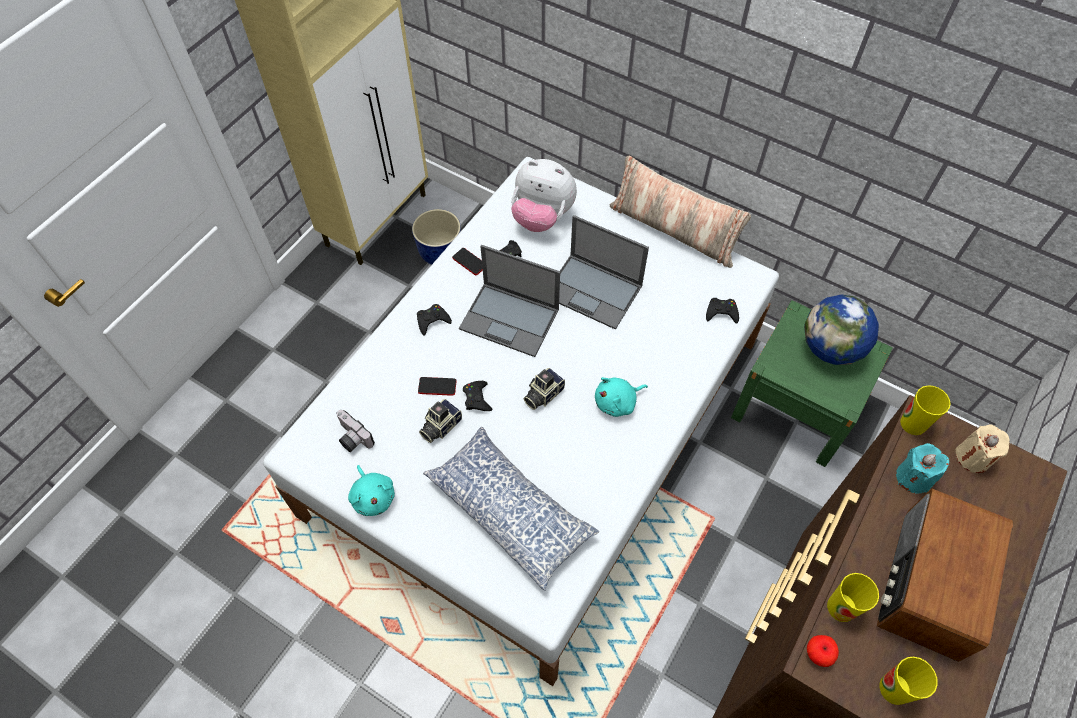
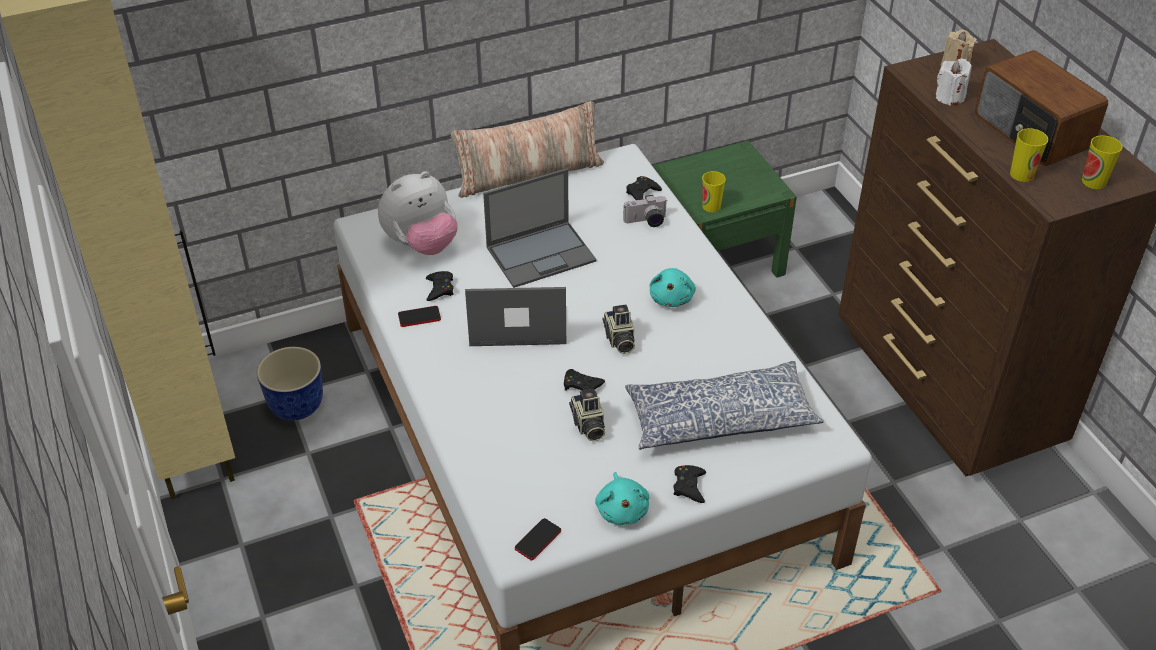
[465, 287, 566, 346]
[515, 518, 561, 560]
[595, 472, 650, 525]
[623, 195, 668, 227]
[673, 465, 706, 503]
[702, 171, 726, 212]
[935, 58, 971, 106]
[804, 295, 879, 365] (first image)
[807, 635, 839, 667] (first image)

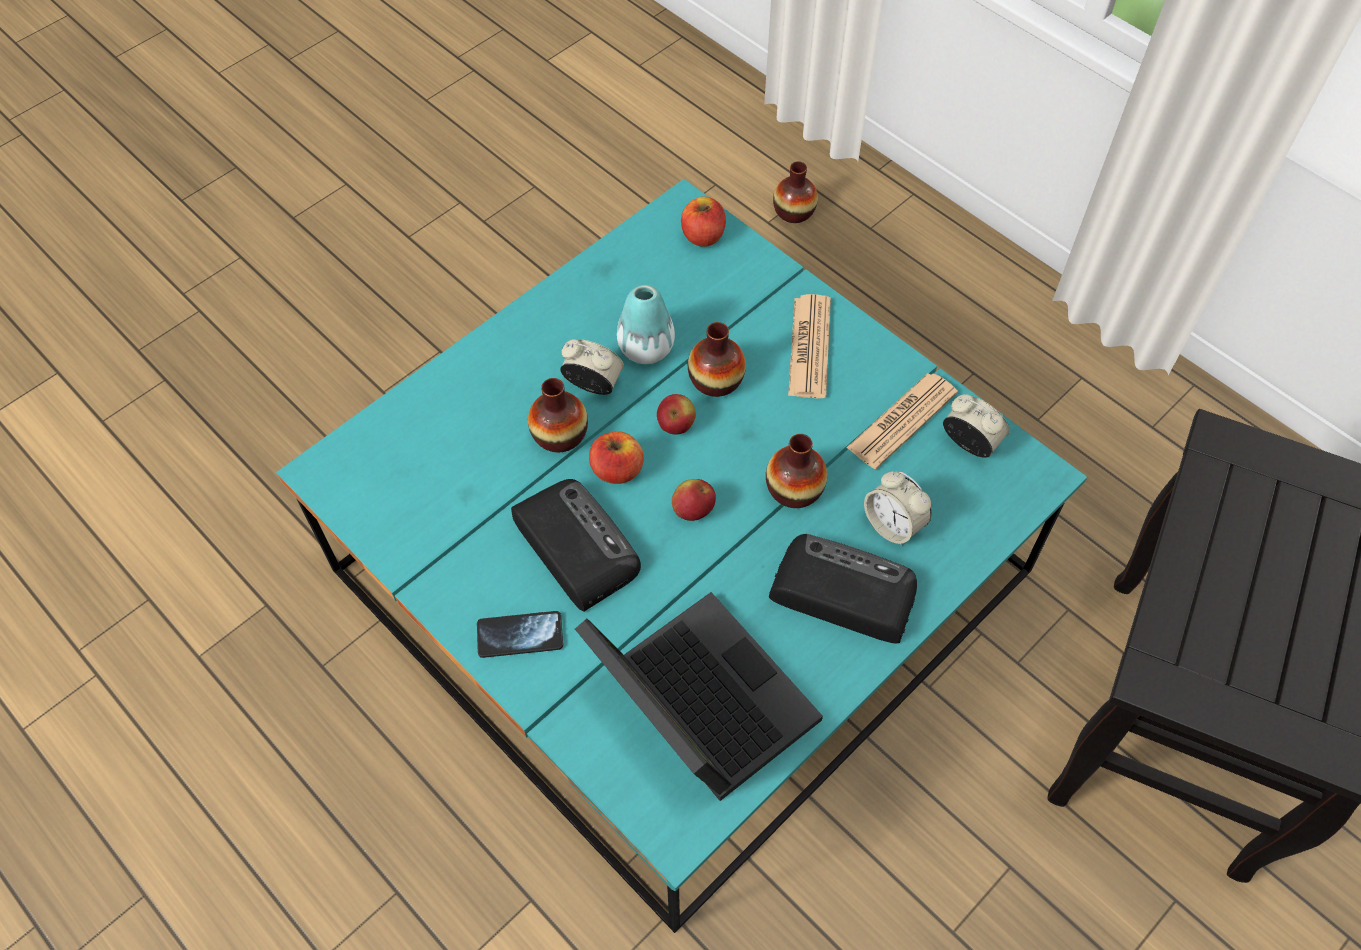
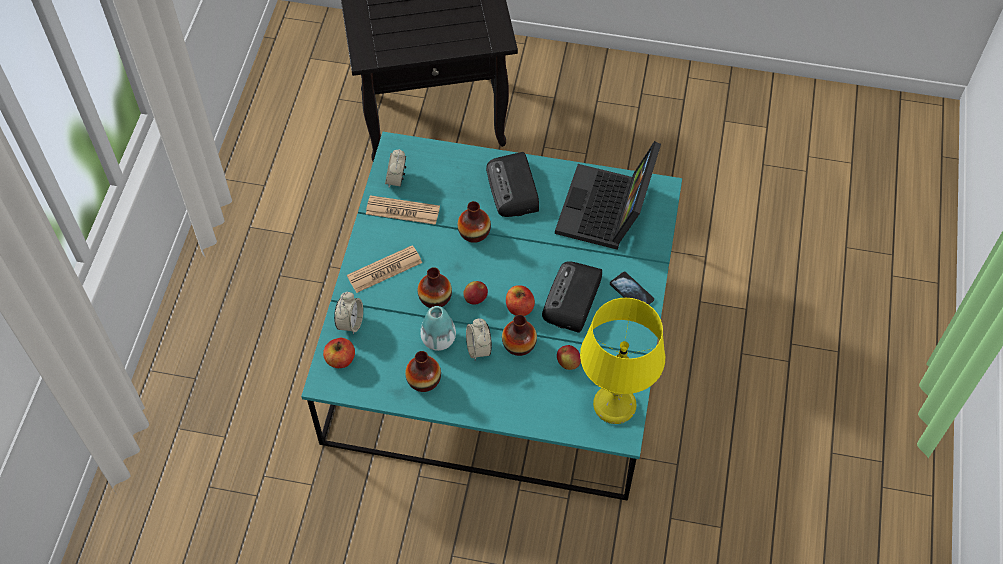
[334, 292, 363, 335]
[405, 351, 441, 392]
[557, 345, 581, 370]
[580, 298, 665, 424]

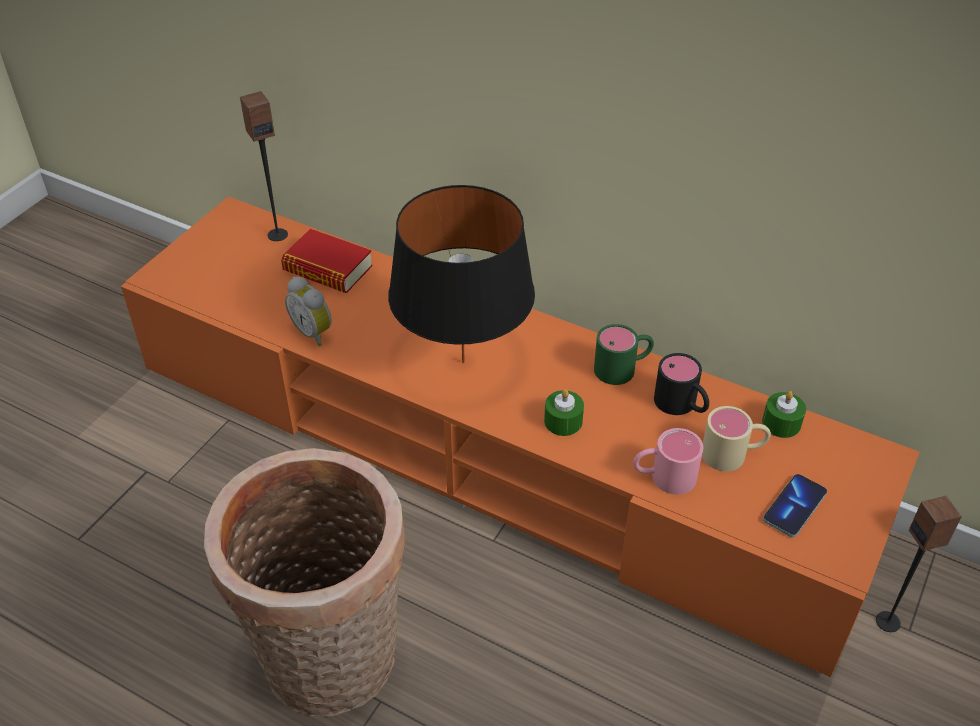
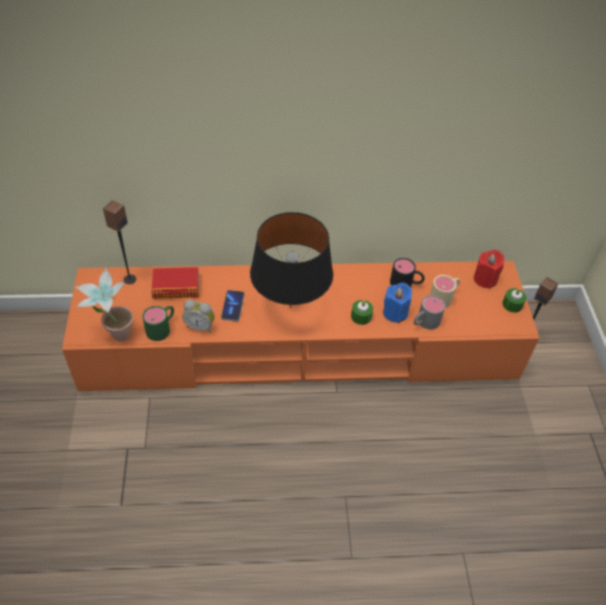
[75, 267, 133, 341]
[142, 306, 174, 341]
[221, 290, 245, 321]
[383, 283, 412, 323]
[414, 295, 445, 329]
[474, 250, 504, 289]
[502, 288, 527, 313]
[204, 448, 406, 716] (first image)

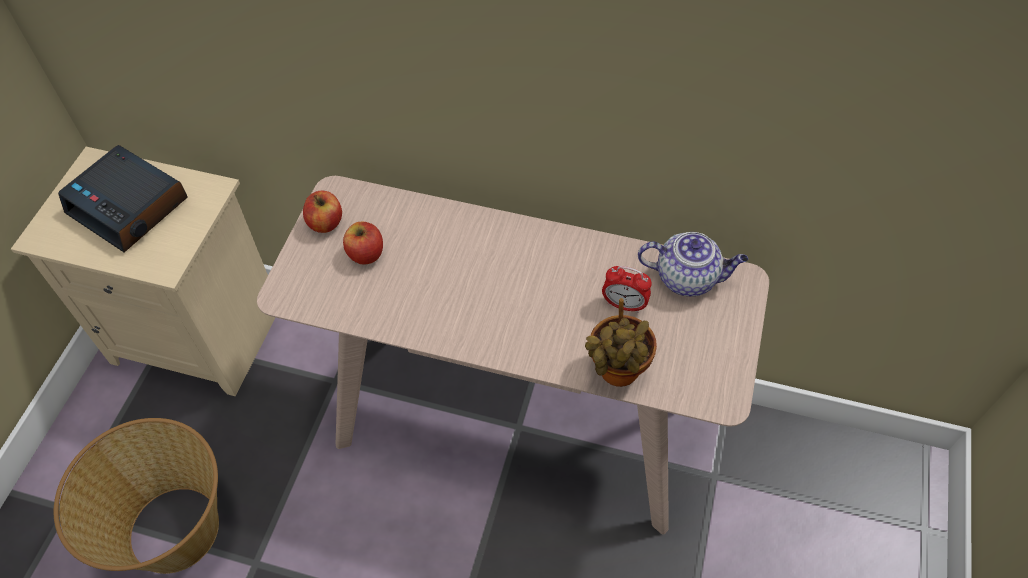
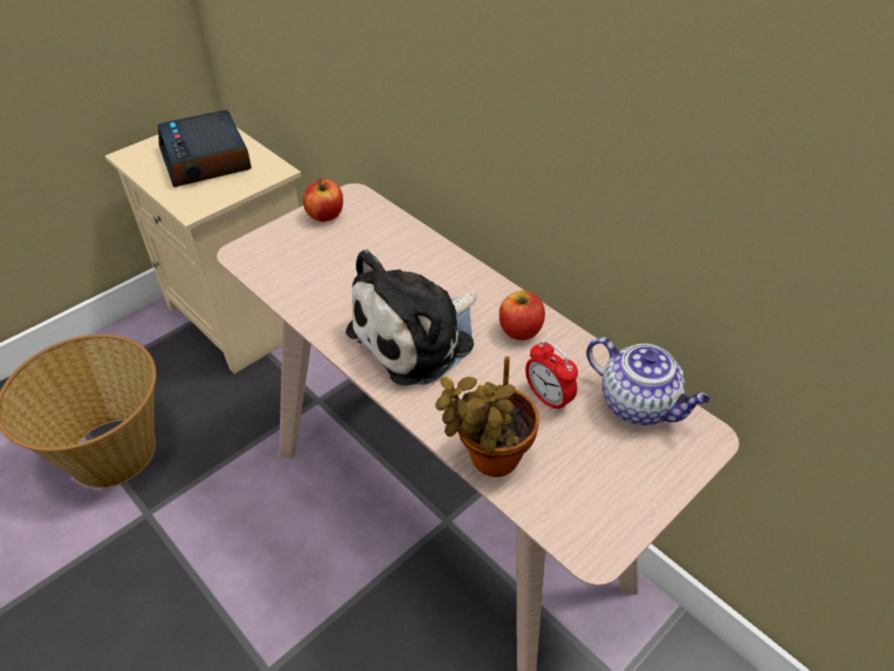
[346, 250, 477, 386]
[499, 291, 545, 340]

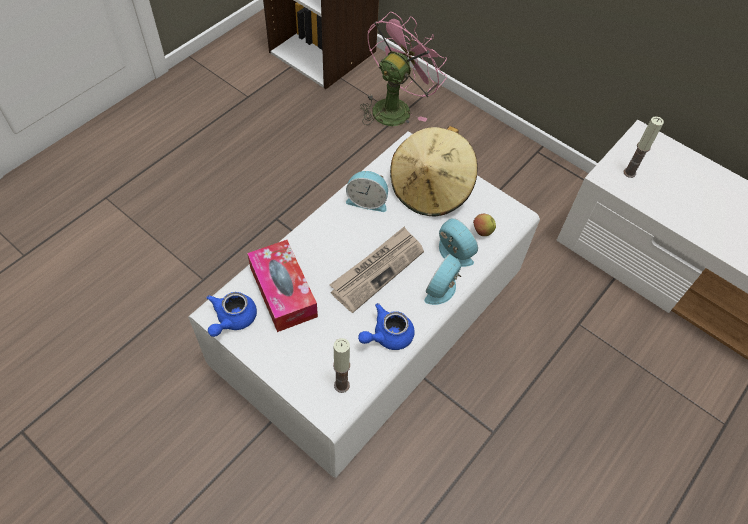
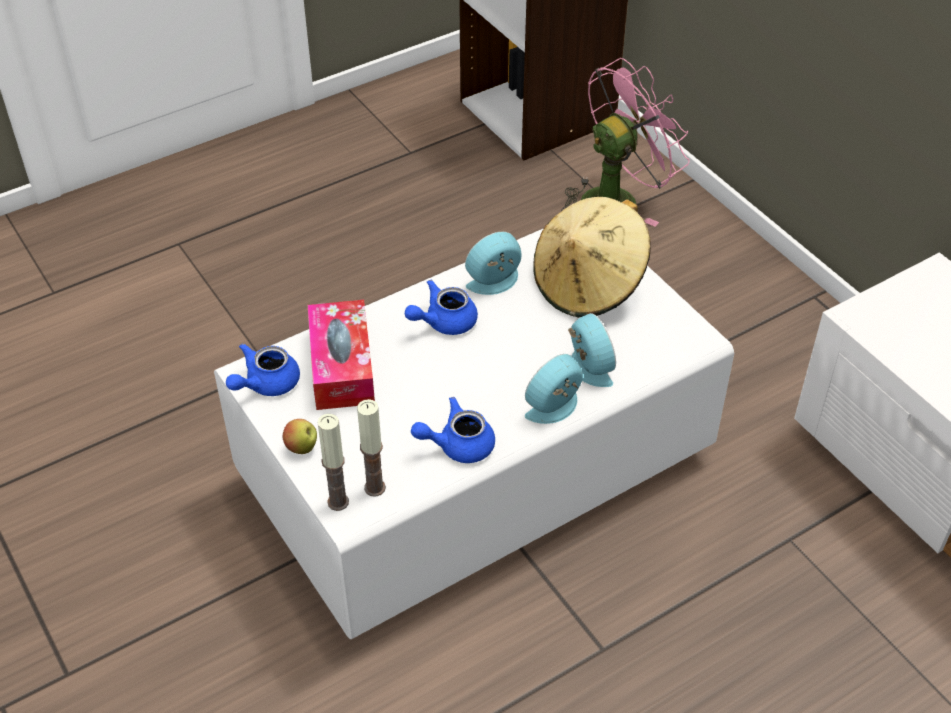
[283, 419, 317, 454]
[317, 414, 349, 511]
[405, 280, 478, 335]
[465, 232, 522, 295]
[330, 227, 424, 313] (first image)

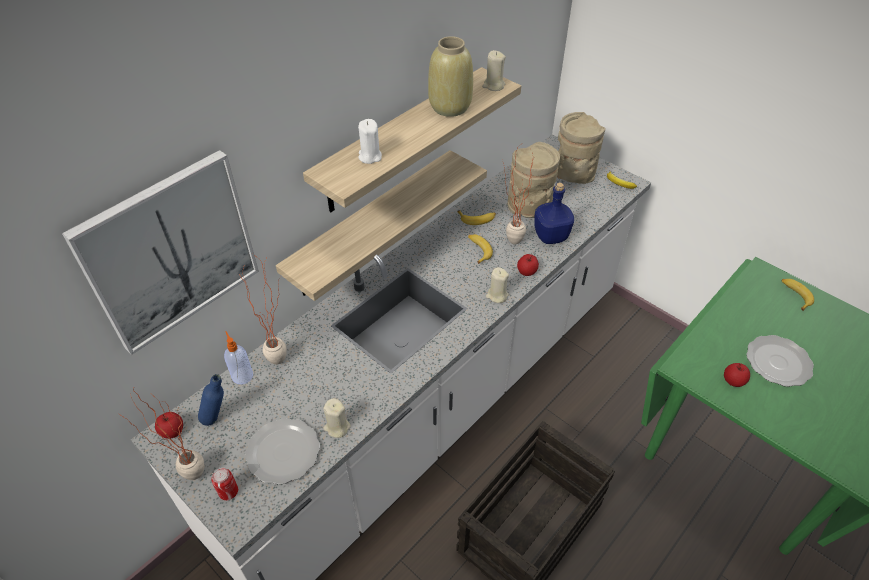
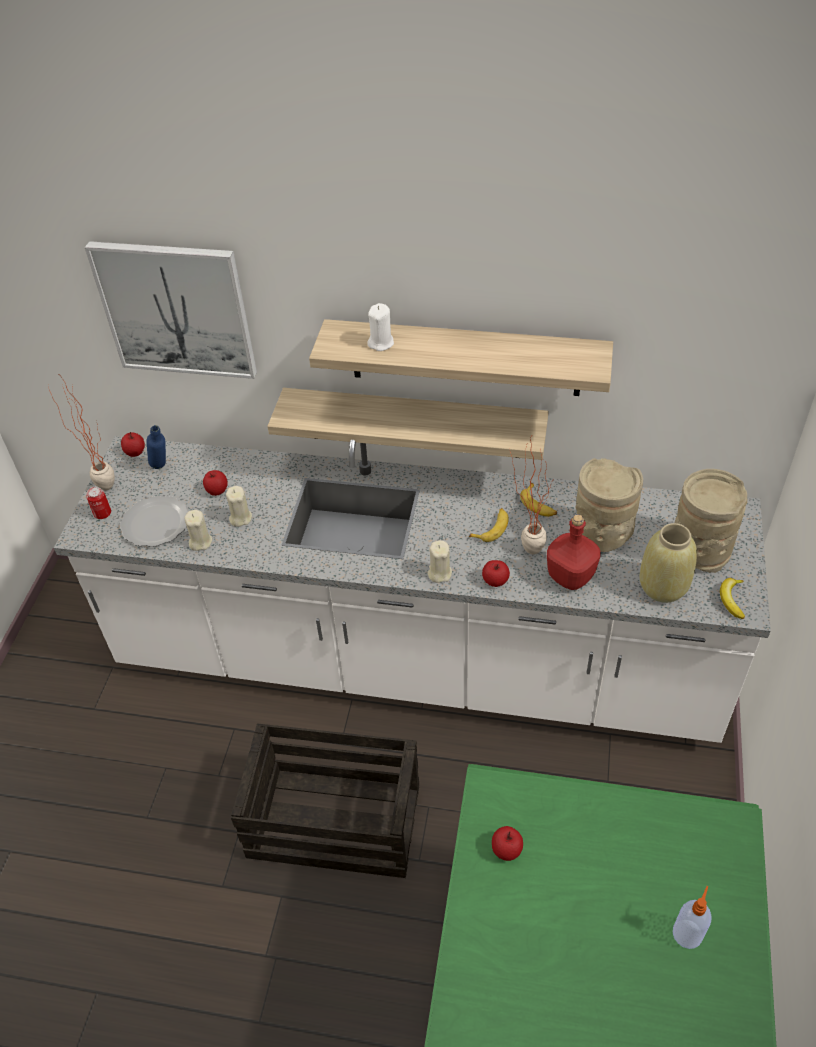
[203, 470, 228, 496]
[226, 486, 252, 527]
[547, 514, 601, 590]
[639, 523, 697, 603]
[673, 886, 712, 949]
[239, 254, 287, 365] (first image)
[746, 335, 814, 387] (first image)
[782, 279, 814, 311] (first image)

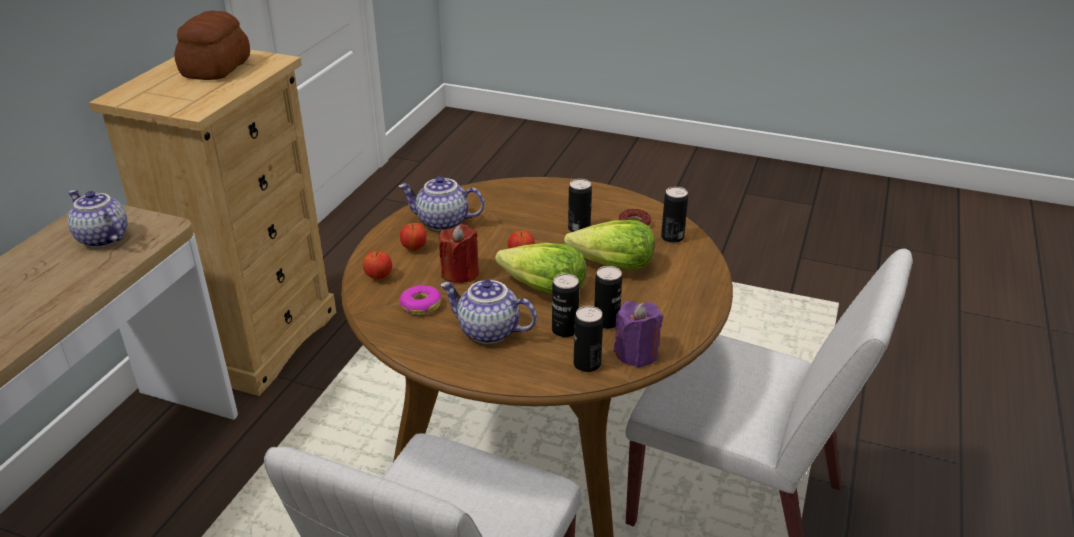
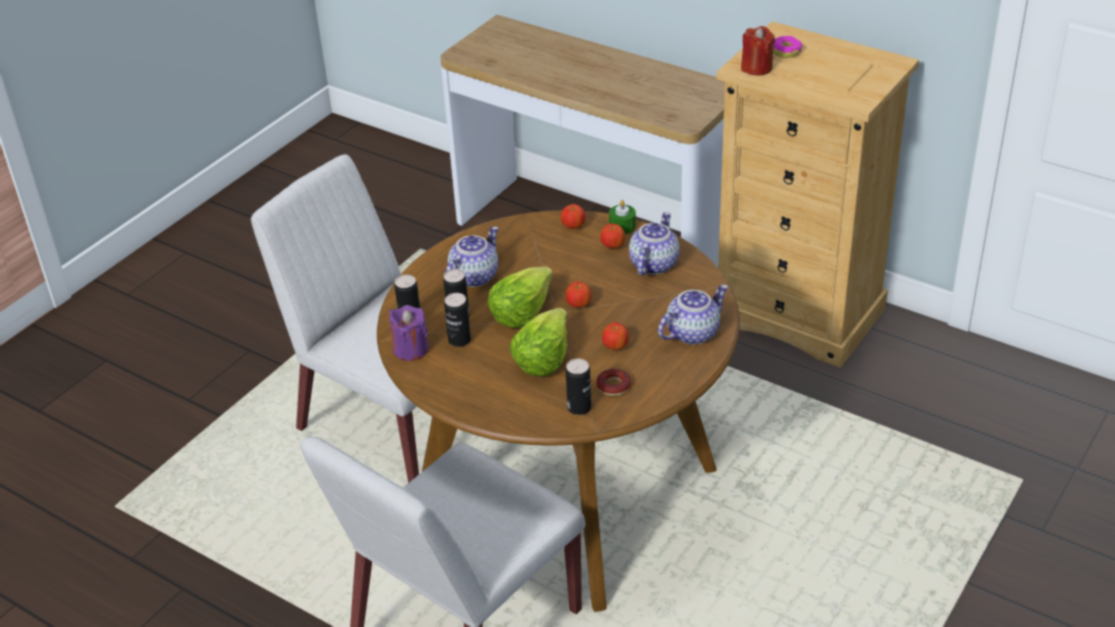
[602, 322, 629, 350]
[609, 200, 636, 234]
[658, 285, 728, 345]
[741, 26, 775, 75]
[773, 36, 803, 58]
[174, 11, 250, 80] (first image)

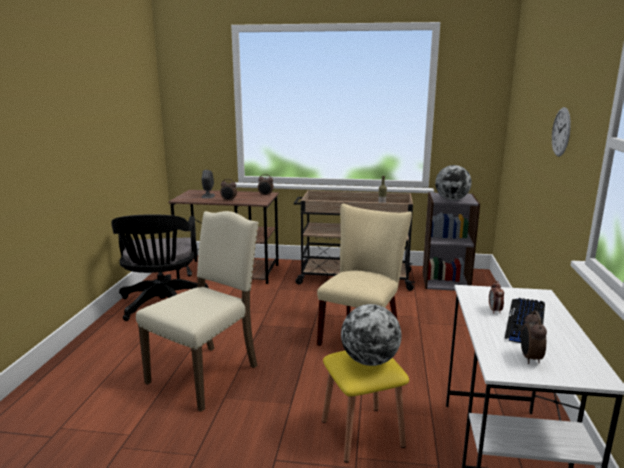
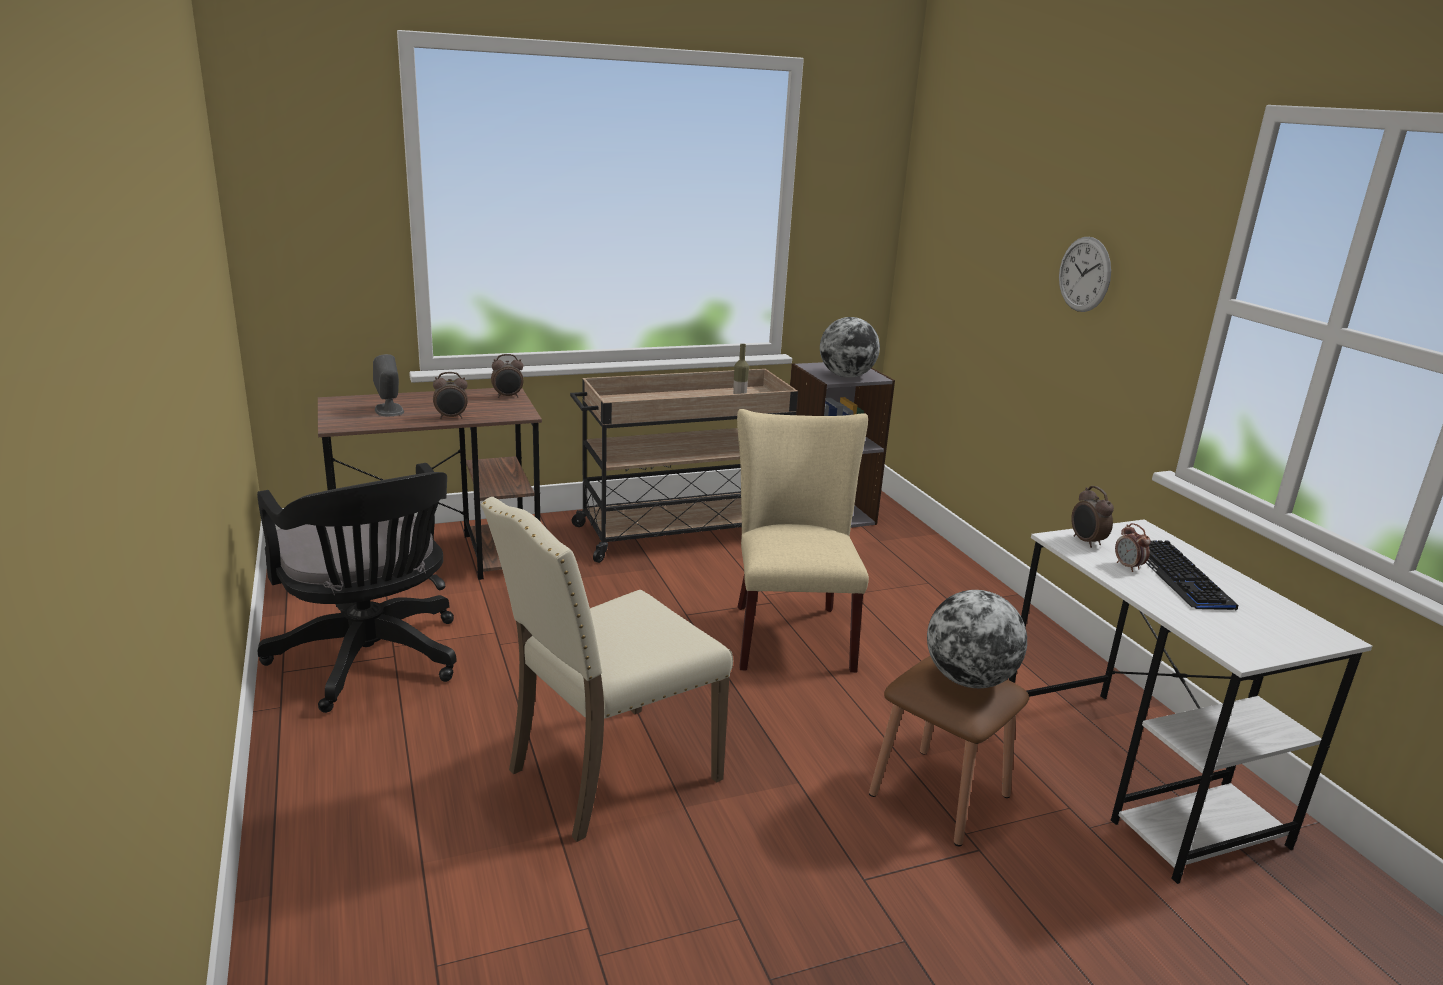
[481, 497, 733, 842]
[869, 656, 1029, 846]
[1071, 486, 1114, 548]

